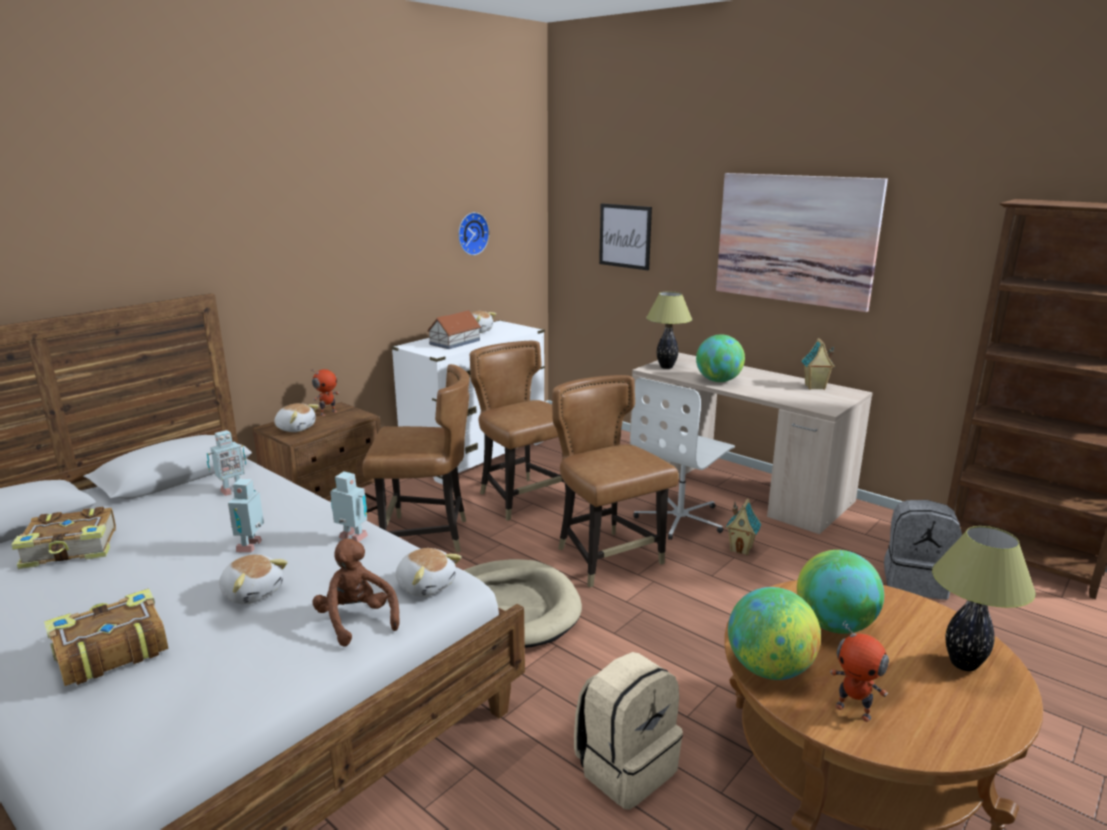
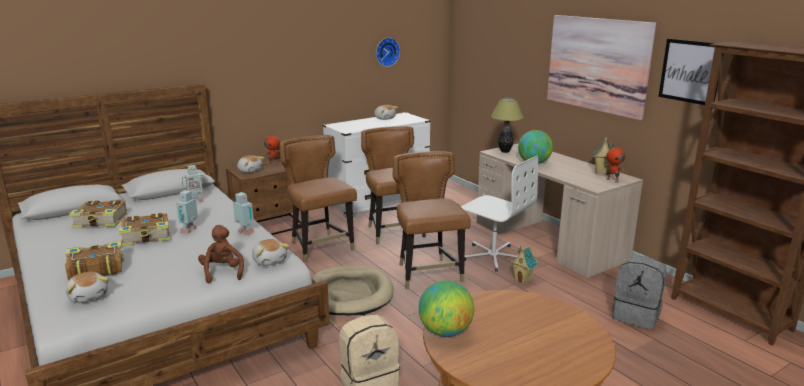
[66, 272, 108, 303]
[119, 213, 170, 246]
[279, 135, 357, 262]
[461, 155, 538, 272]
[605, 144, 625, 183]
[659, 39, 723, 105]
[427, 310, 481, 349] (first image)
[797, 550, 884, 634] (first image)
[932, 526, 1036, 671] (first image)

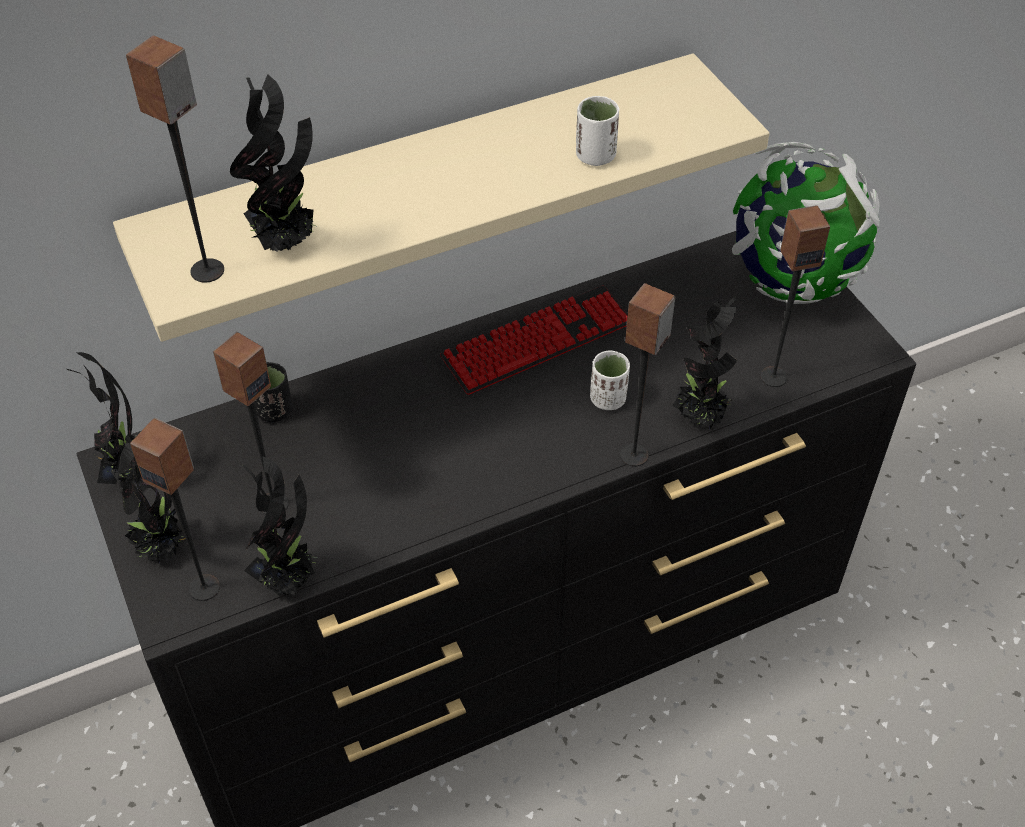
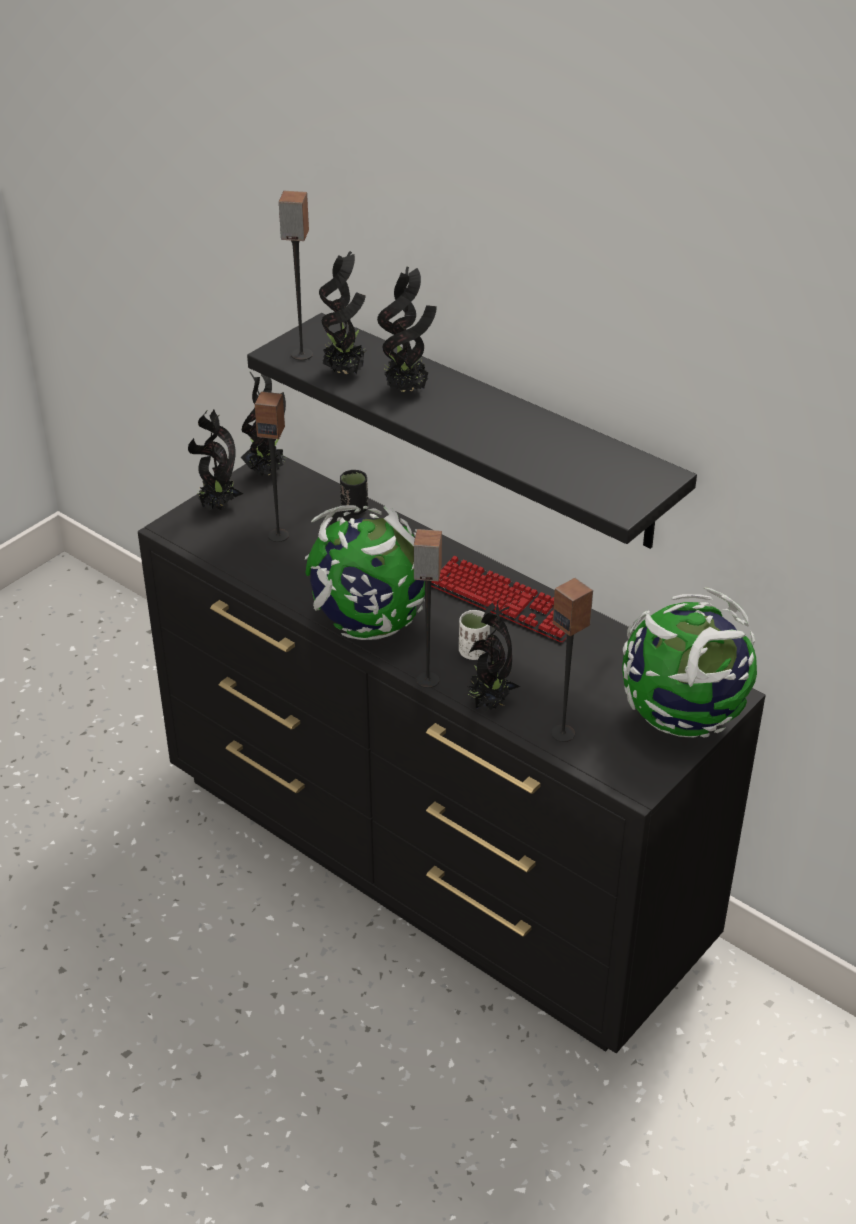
[247, 313, 697, 549]
[305, 505, 425, 640]
[377, 266, 437, 392]
[130, 418, 220, 601] (first image)
[576, 96, 619, 166] (first image)

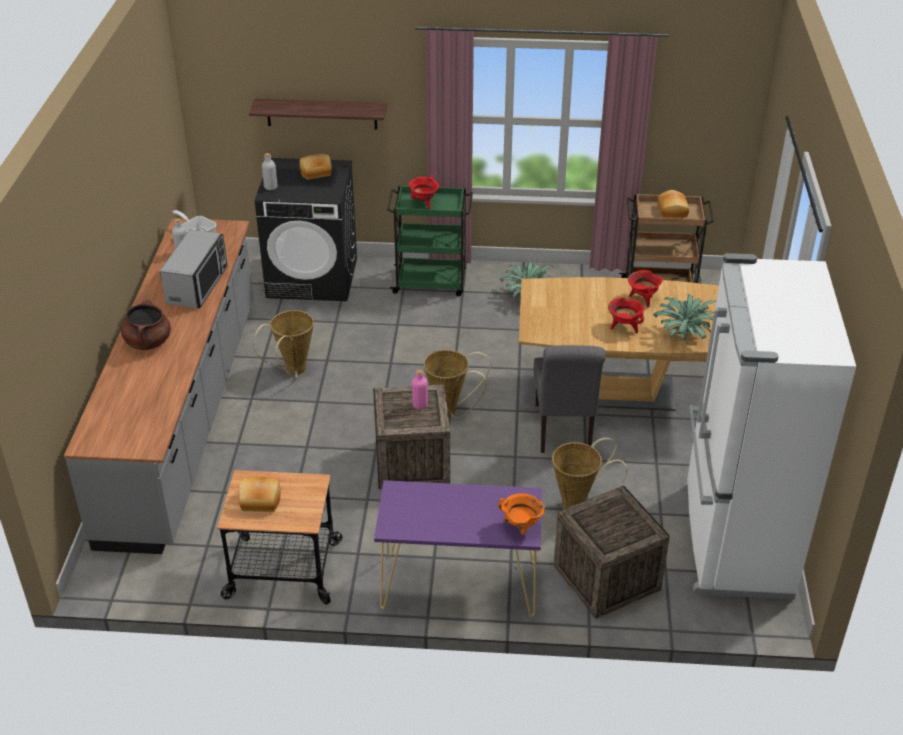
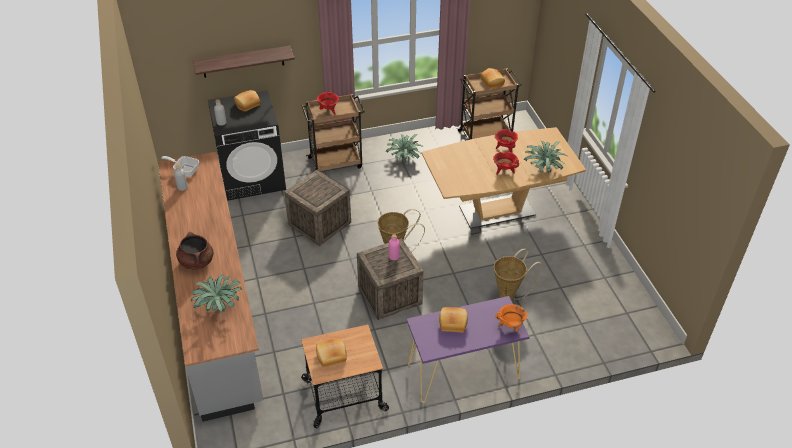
[191, 275, 242, 312]
[284, 169, 351, 246]
[302, 94, 365, 171]
[439, 307, 468, 333]
[160, 229, 228, 308] (first image)
[252, 310, 314, 378] (first image)
[534, 345, 606, 453] (first image)
[682, 253, 856, 600] (first image)

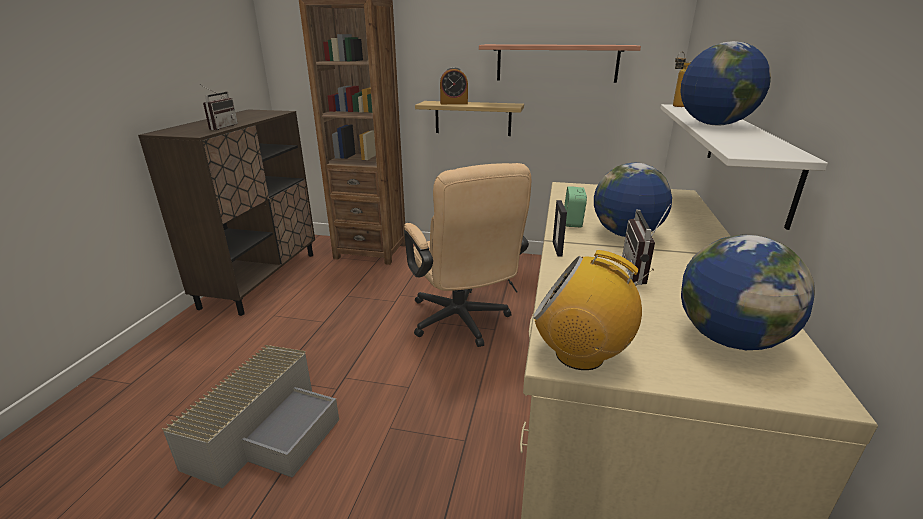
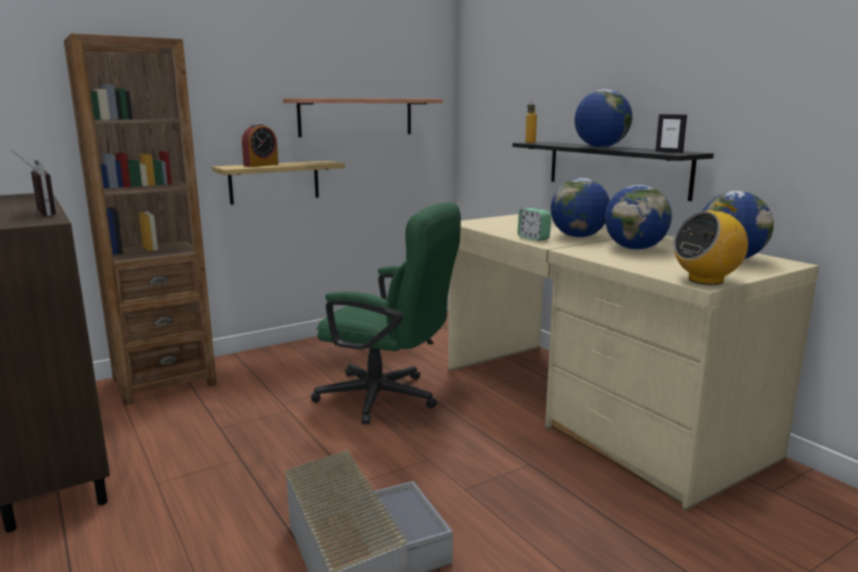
[311, 202, 461, 424]
[512, 142, 714, 201]
[605, 185, 672, 250]
[655, 114, 687, 153]

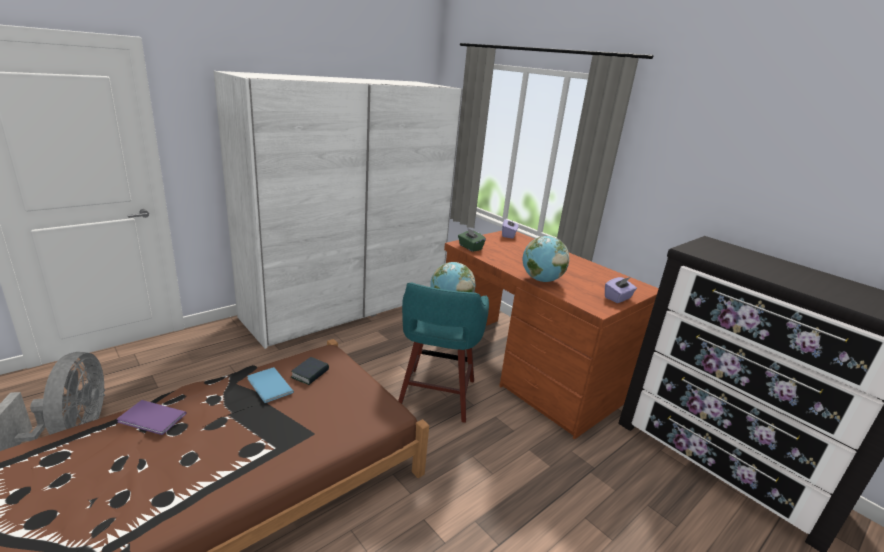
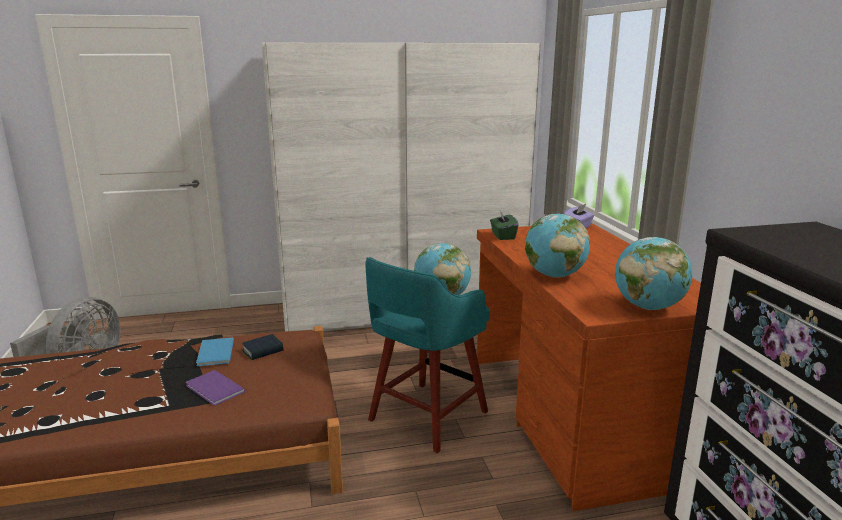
[185, 370, 246, 406]
[615, 237, 692, 310]

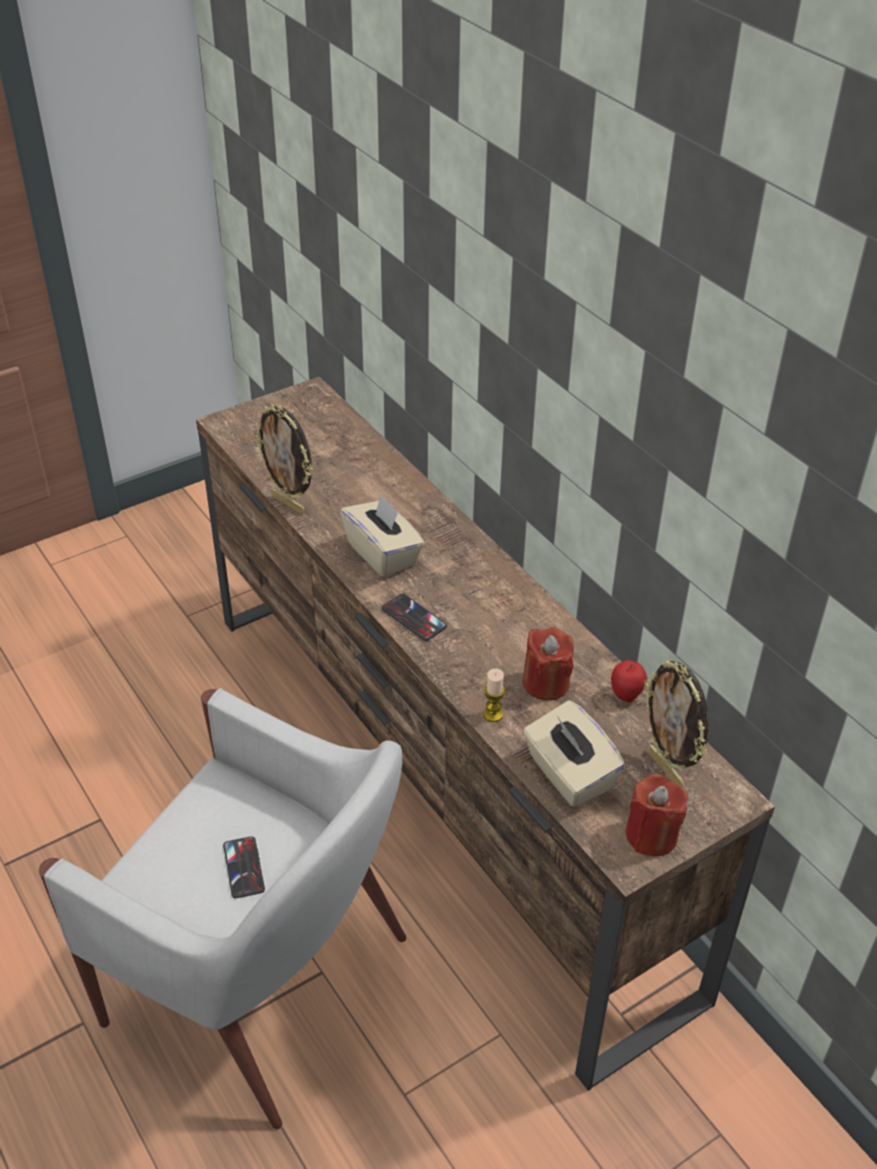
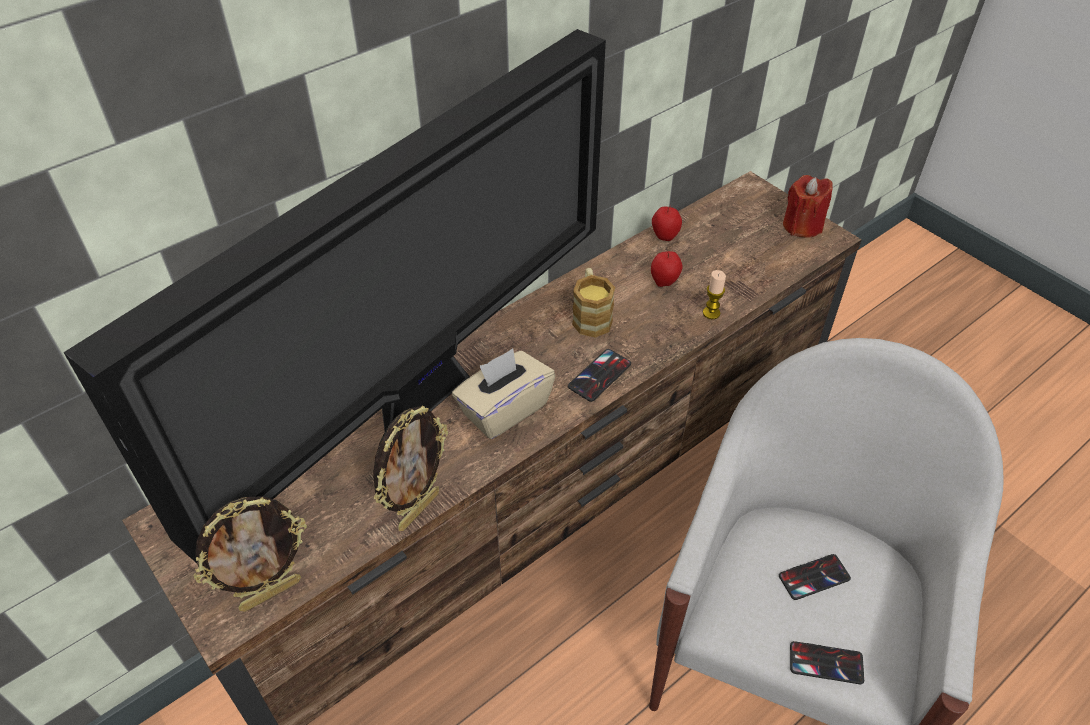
[63, 29, 606, 563]
[194, 496, 307, 612]
[572, 268, 615, 338]
[651, 251, 683, 287]
[790, 641, 864, 684]
[523, 700, 625, 807] (first image)

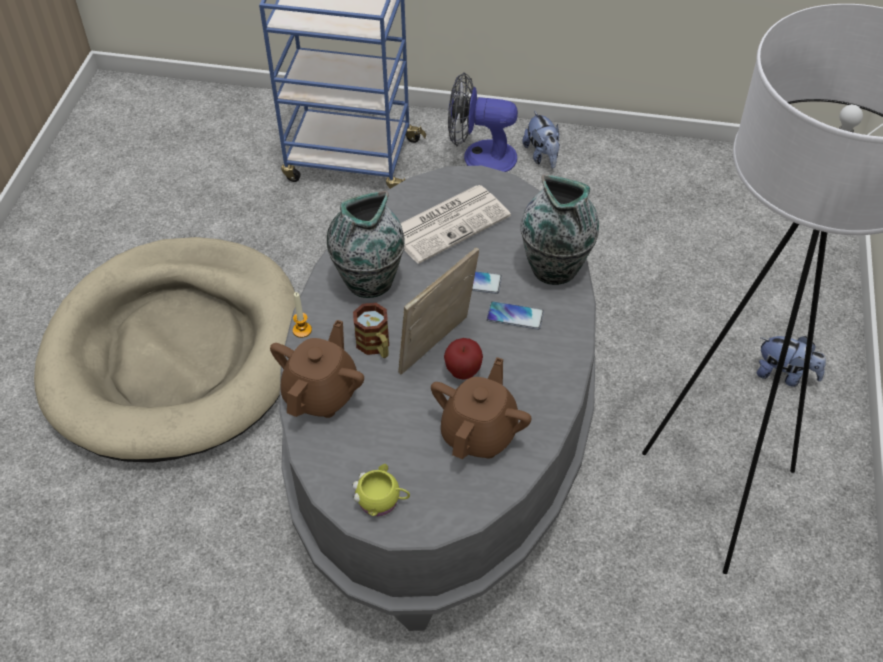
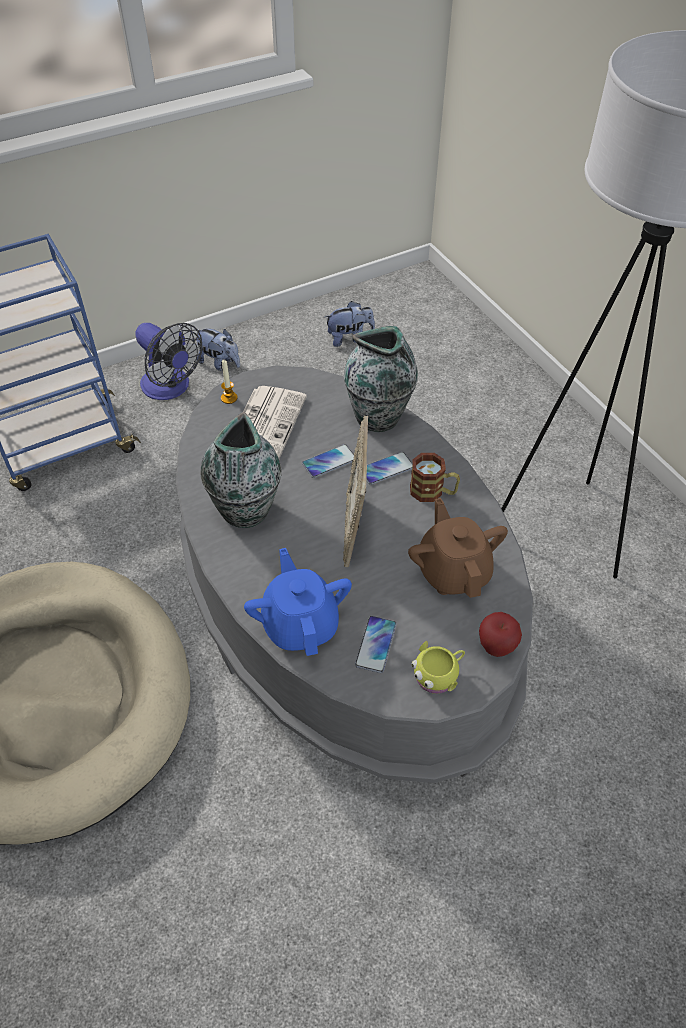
[135, 323, 202, 400]
[221, 360, 238, 404]
[244, 548, 352, 656]
[325, 301, 375, 347]
[355, 616, 397, 673]
[410, 453, 460, 502]
[479, 612, 522, 657]

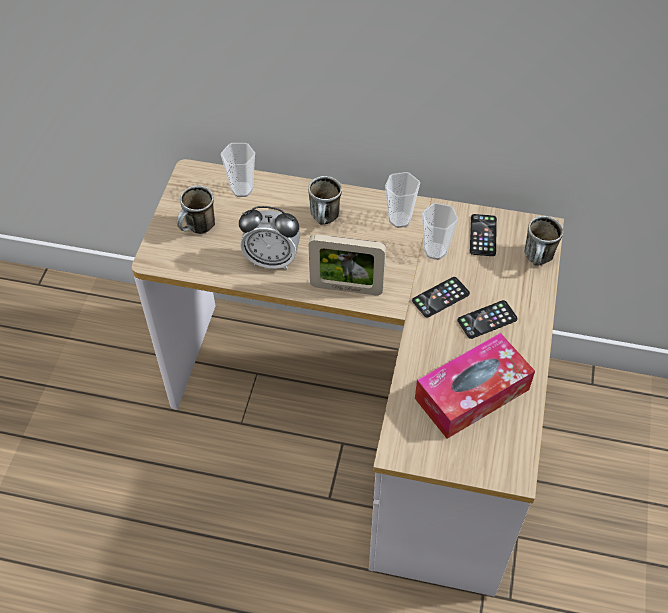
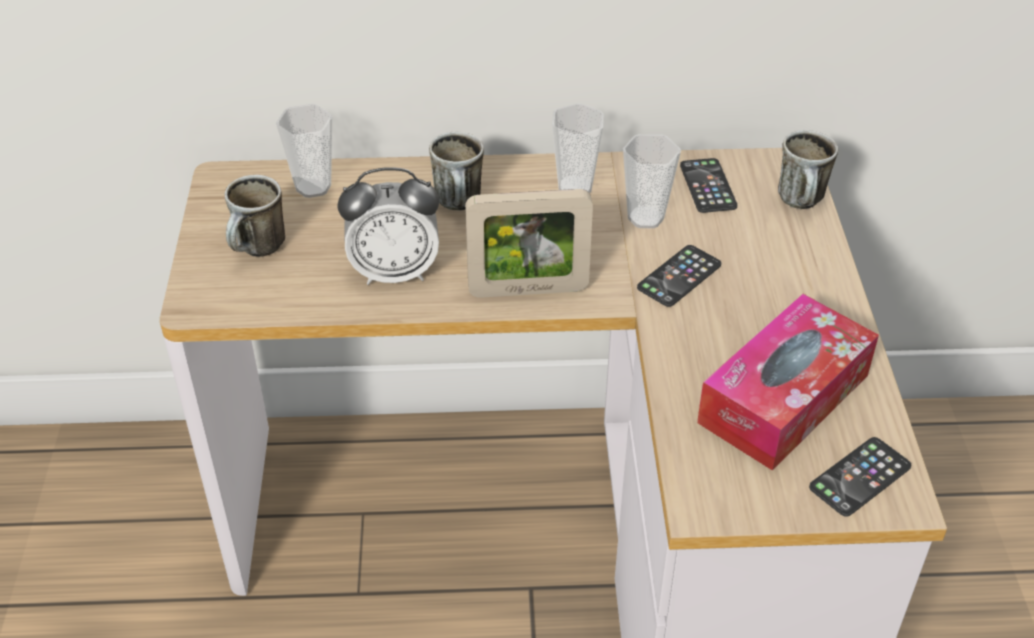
[809, 437, 911, 517]

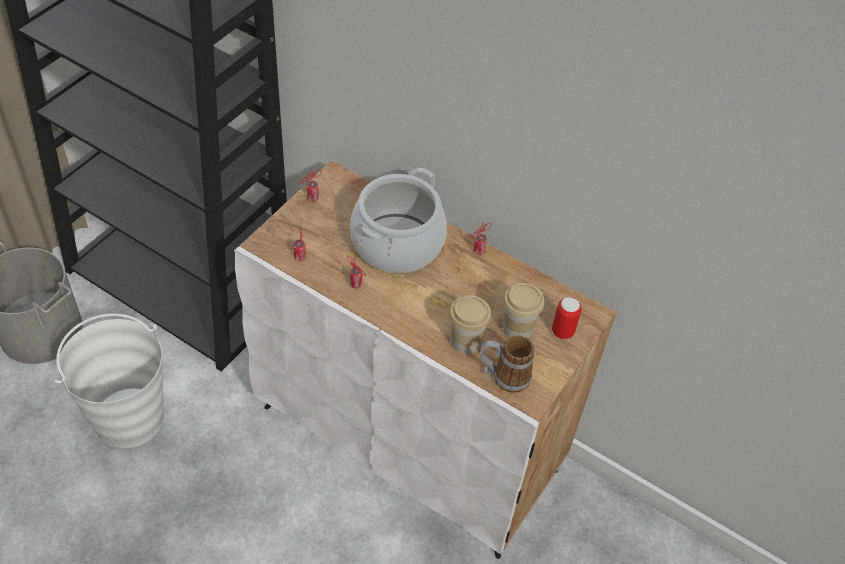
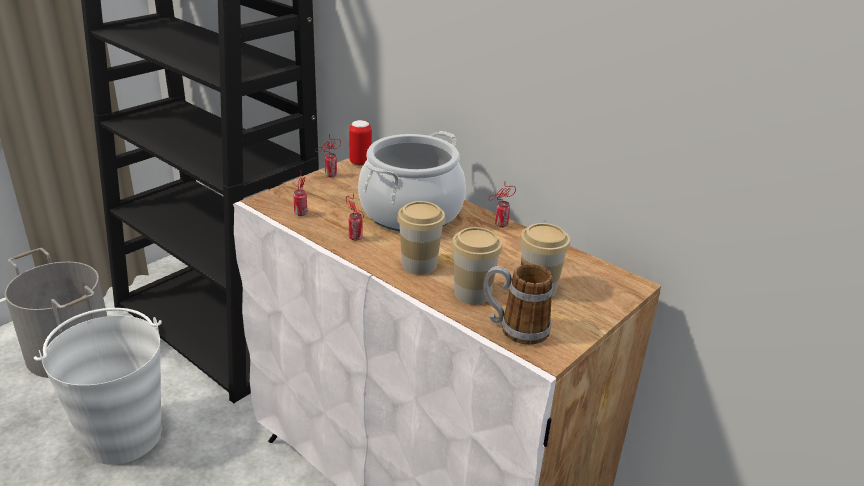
[349, 120, 372, 166]
[397, 201, 446, 275]

